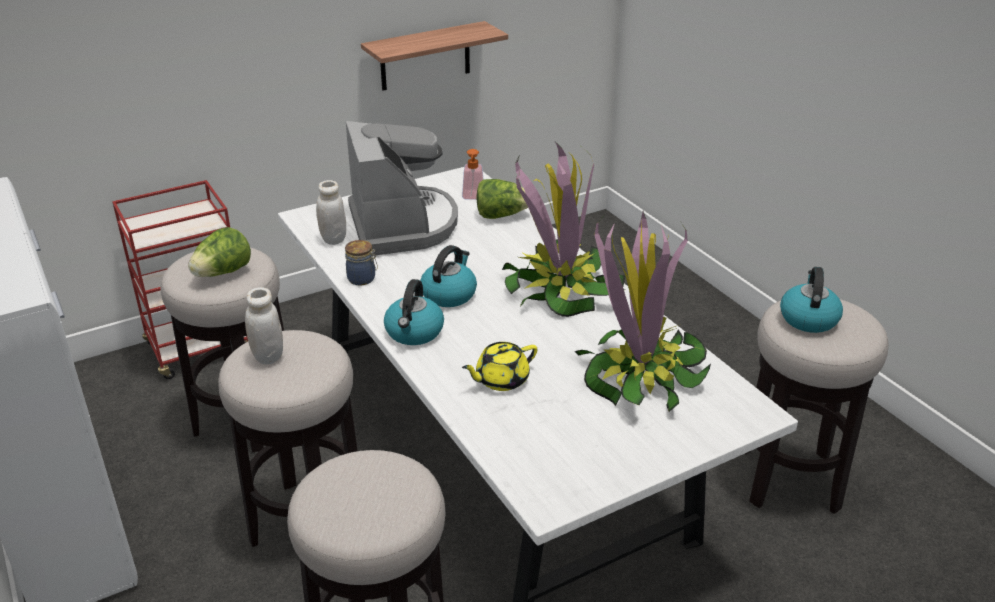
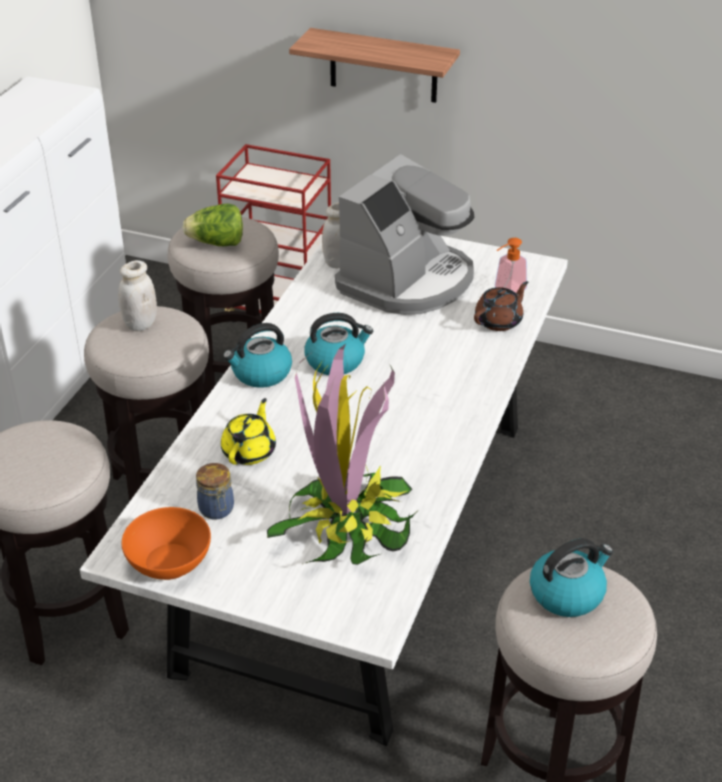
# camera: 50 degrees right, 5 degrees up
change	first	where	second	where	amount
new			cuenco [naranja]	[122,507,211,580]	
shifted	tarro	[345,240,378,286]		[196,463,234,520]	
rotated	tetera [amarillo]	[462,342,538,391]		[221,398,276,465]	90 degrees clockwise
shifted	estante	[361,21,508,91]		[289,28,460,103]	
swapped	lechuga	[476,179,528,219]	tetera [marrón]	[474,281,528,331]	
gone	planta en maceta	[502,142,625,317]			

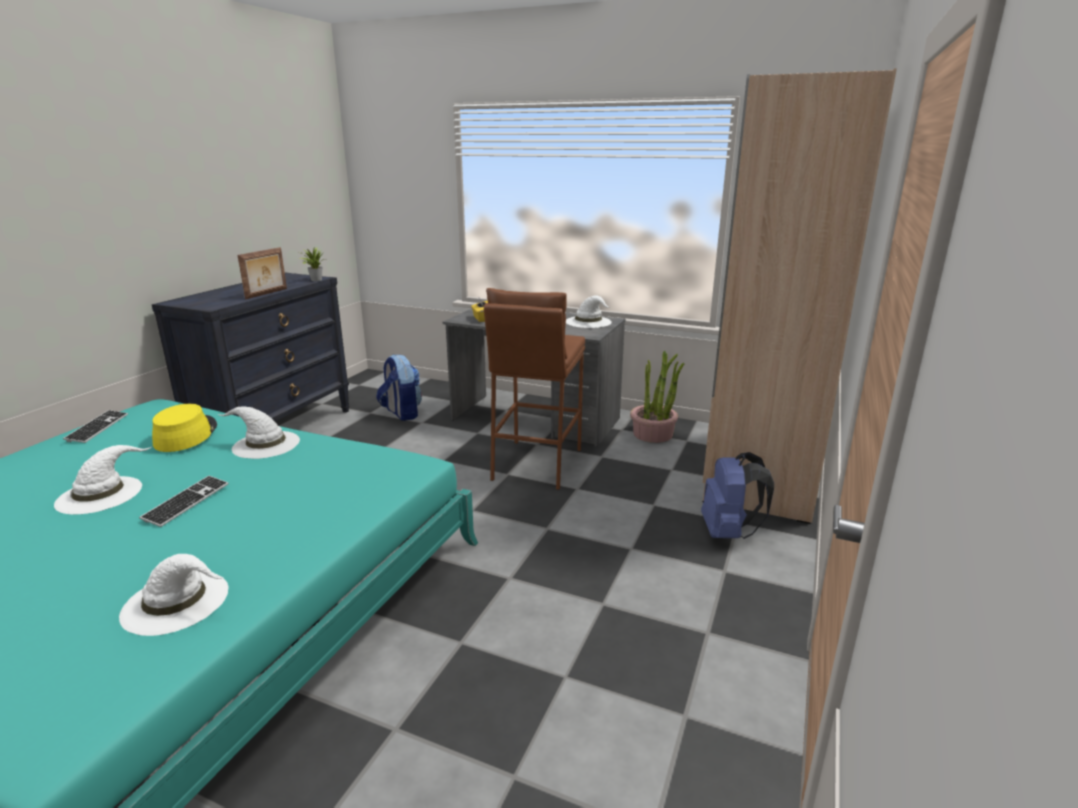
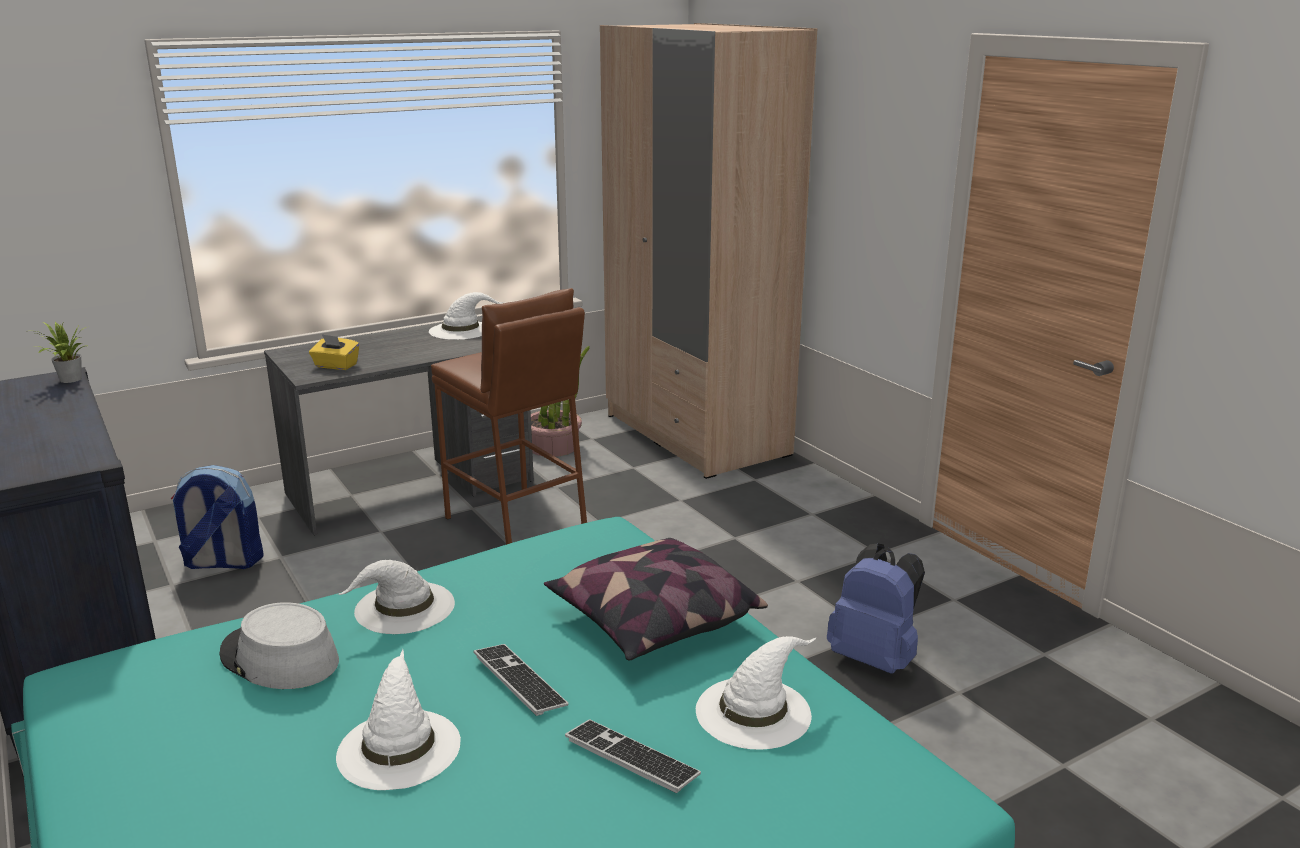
# camera: 55 degrees left, 0 degrees up
change	first	where	second	where	amount
repainted	sombrero [amarillo]	[152,404,217,452]	sombrero [gris]	[220,602,339,689]	
new			cojín	[544,538,768,660]	
shifted	teclado	[63,410,128,443]		[565,719,701,793]	
shifted	mochila [azul]	[701,452,774,539]		[827,544,925,674]	
gone	portarretratos	[237,247,287,299]			

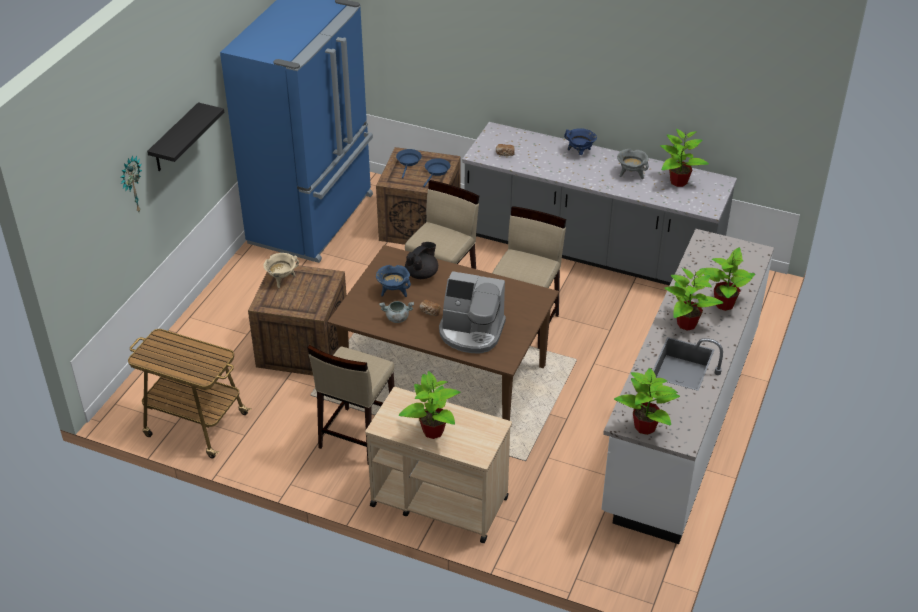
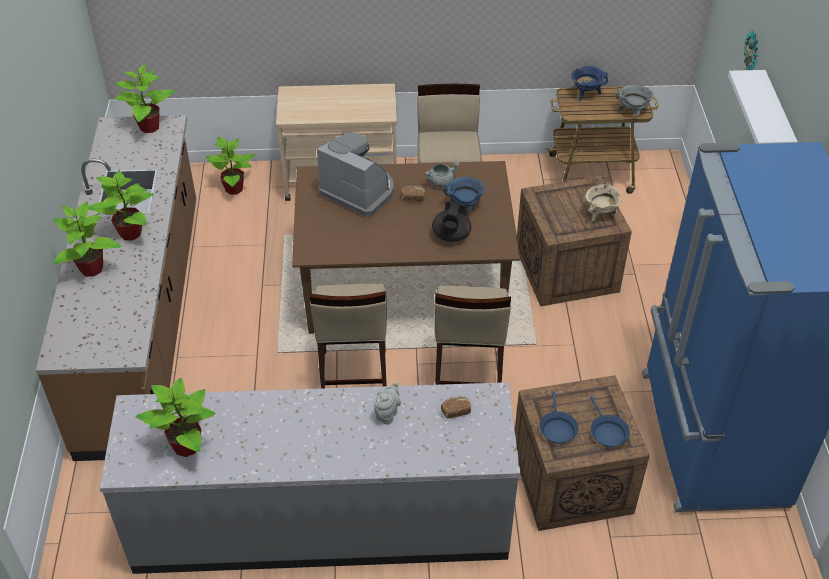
# camera: 155 degrees right, 5 degrees up
change	first	where	second	where	amount
repainted	mueble bajo de cocina [blanco]	[601,229,774,544]	mueble bajo de cocina [marrón]	[36,115,196,461]	
shifted	planta en maceta	[399,371,460,439]		[206,137,256,195]	
rotated	cafetera	[439,271,506,353]		[317,133,394,217]	45 degrees clockwise
new			tetera [gris]	[374,382,401,425]	
shifted	olla [azul]	[564,128,597,155]		[571,66,608,101]	
shifted	olla [gris]	[617,149,649,179]		[615,85,654,116]	
repainted	estante [negro]	[147,102,224,171]	estante [blanco]	[728,70,798,144]	

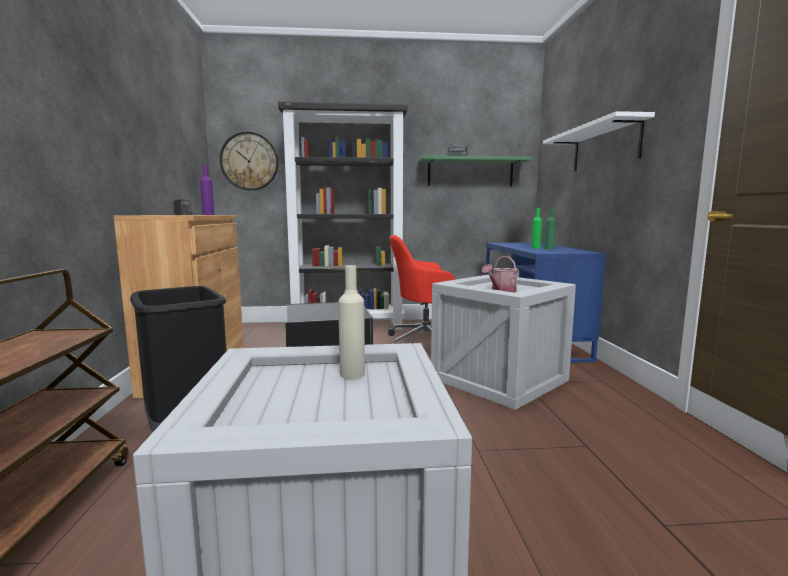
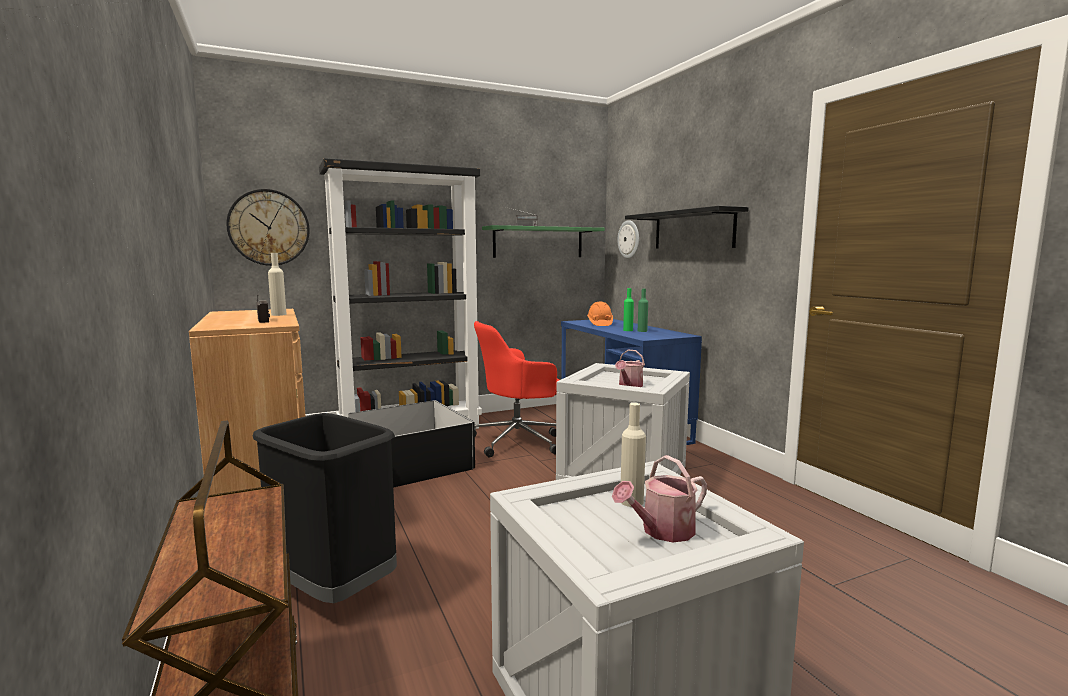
# camera: 20 degrees left, 0 degrees up
change	first	where	second	where	amount
repainted	botella [morado]	[200,165,214,215]	botella [beis]	[268,253,287,316]	
new			casco [naranja]	[587,302,613,326]	
new			regadera	[612,455,707,542]	
new			reloj de pared	[618,220,639,258]	
repainted	estante [blanco]	[543,111,655,171]	estante [negro]	[625,206,749,249]	

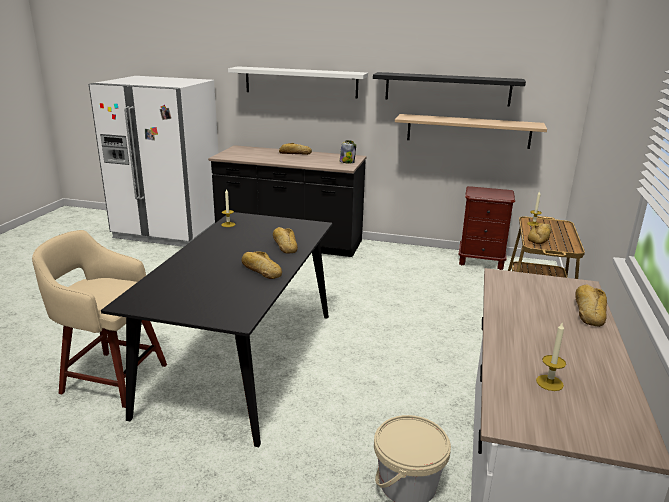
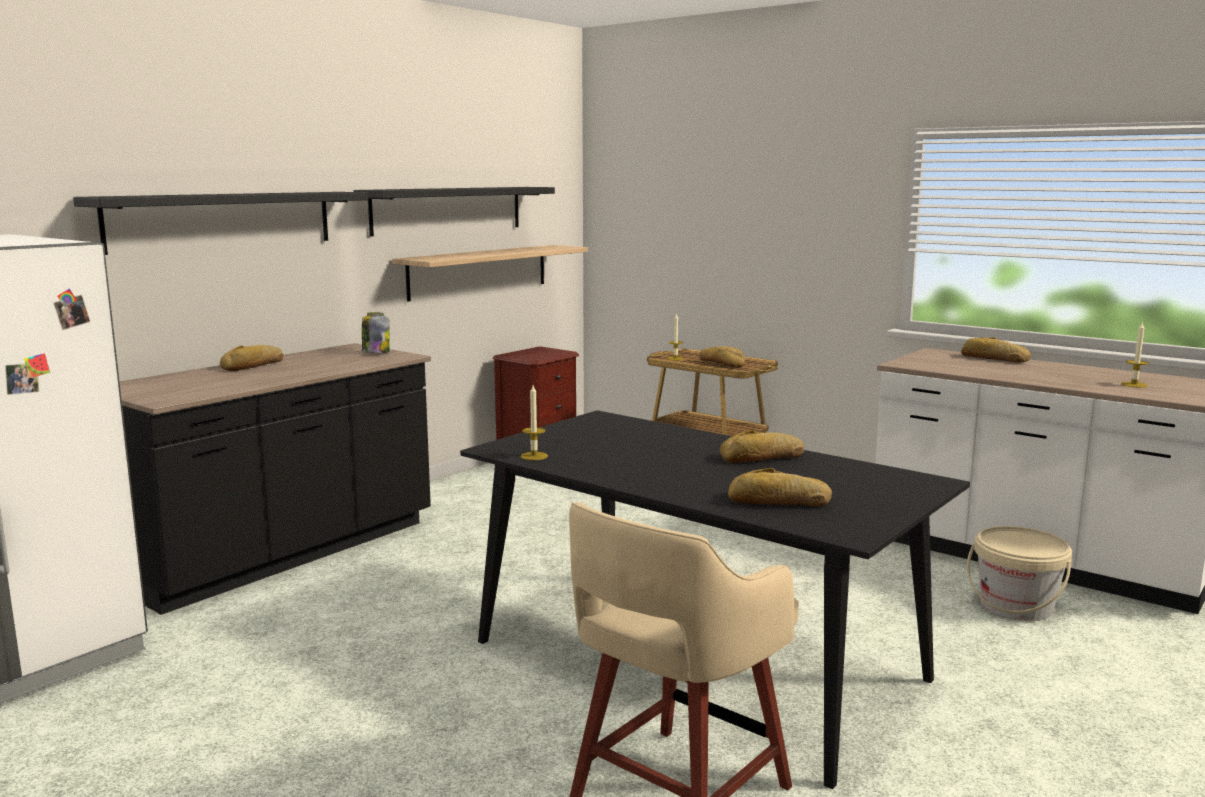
# camera: 65 degrees left, 10 degrees down
change	first	where	second	where	amount
repainted	estante [blanco]	[228,66,368,99]	estante [negro]	[73,192,368,255]	
shifted	pan	[273,227,298,254]		[728,468,832,506]	

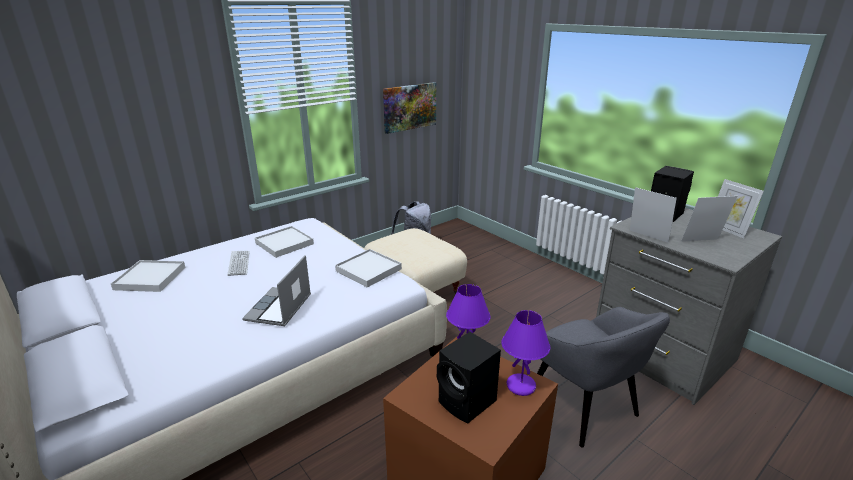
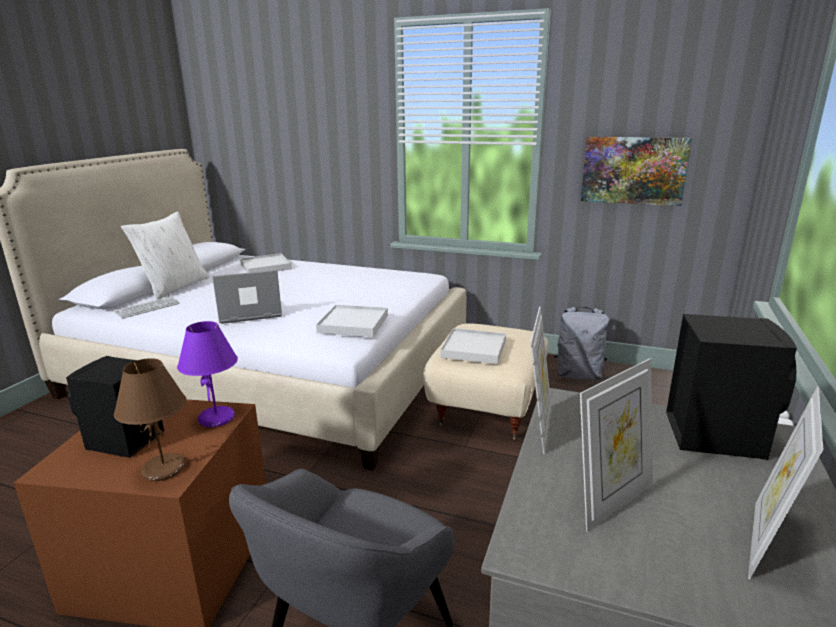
# camera: 60 degrees right, 5 degrees down
change	first	where	second	where	amount
shifted	teclado	[228,251,250,276]		[114,296,180,318]	
repainted	lámpara de mesa [morado]	[502,310,550,396]	lámpara de mesa [marrón]	[114,358,187,481]	
new			cojín [blanco]	[121,211,209,300]	
shifted	bandeja [blanco]	[255,226,314,258]		[440,328,506,364]	
rotated	portarretratos	[681,196,738,242]		[580,358,653,532]	90 degrees clockwise

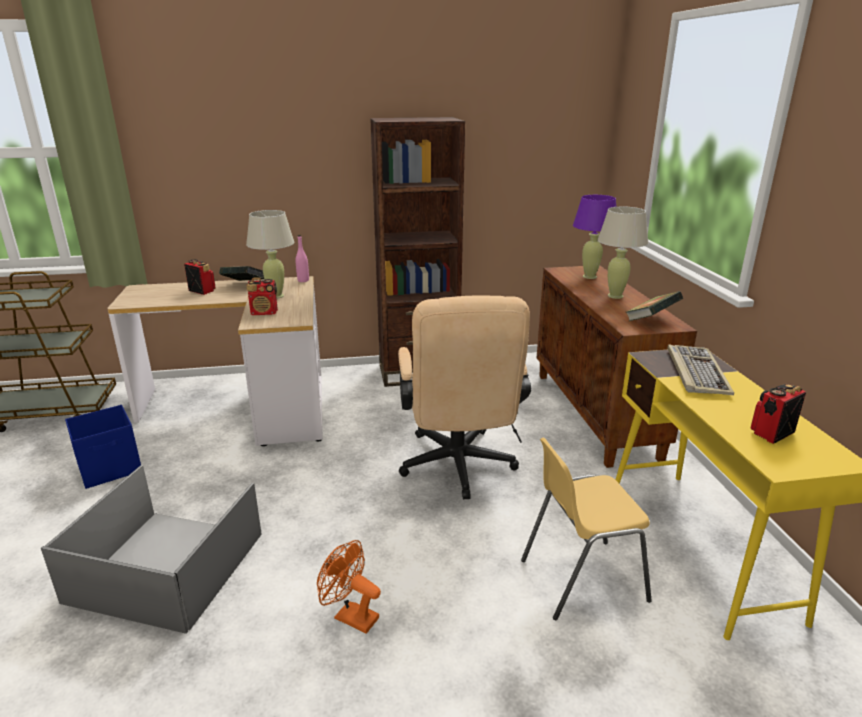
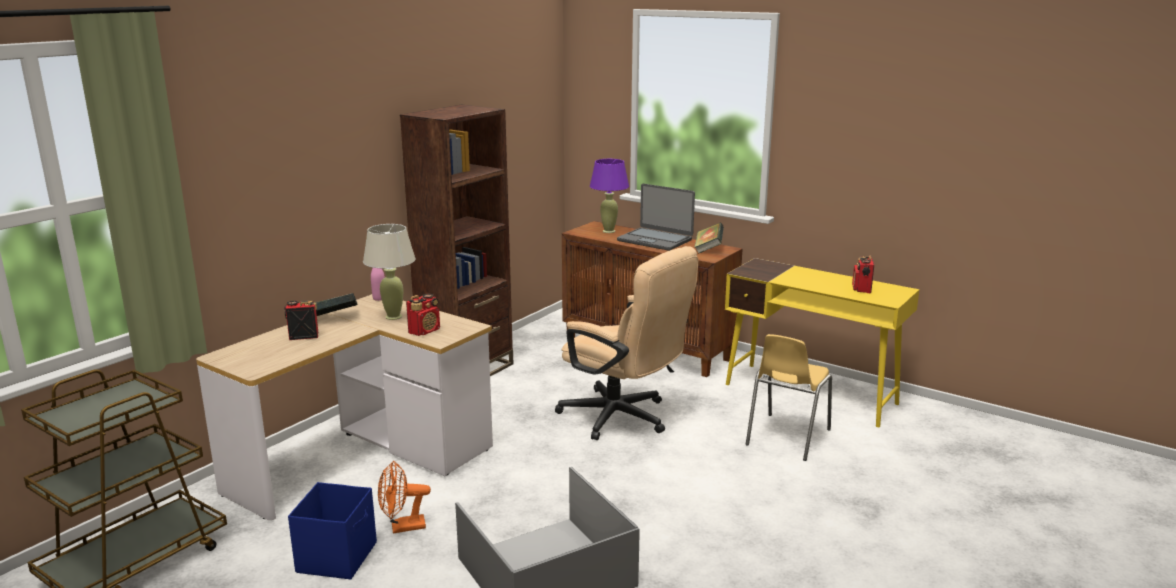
# camera: 45 degrees left, 5 degrees down
change	first	where	second	where	amount
shifted	ventilador [naranja]	[317,540,381,634]		[378,461,431,534]	
swapped	lámpara de mesa [beis]	[598,206,648,299]	portátil	[617,184,695,251]	
gone	teclado	[667,344,734,395]			

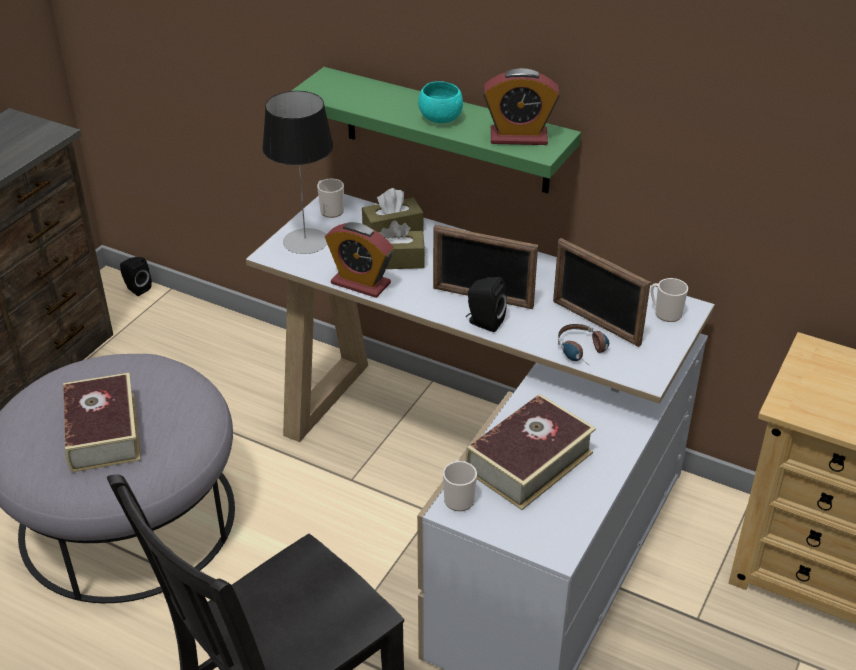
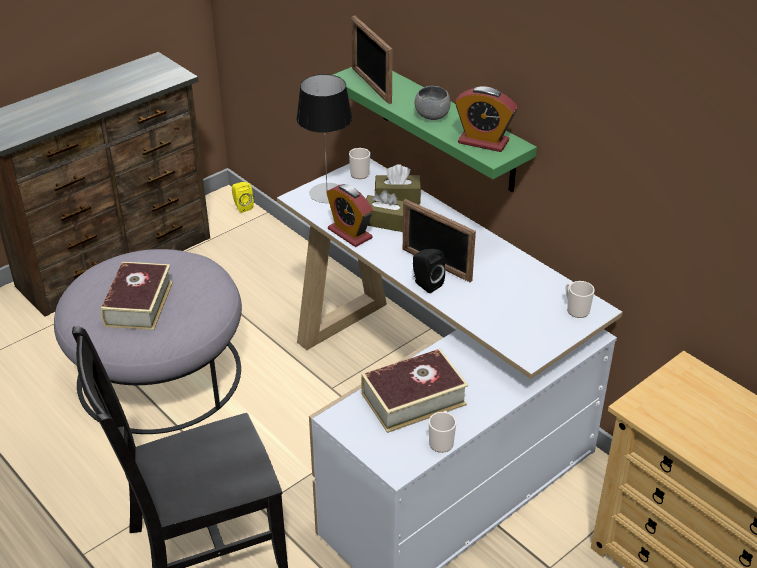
# camera: 20 degrees right, 0 degrees up
change	first	where	second	where	amount
repainted	altavoz [negro]	[120,257,152,296]	altavoz [amarillo]	[232,182,254,213]	
shifted	portarretratos	[553,238,651,347]		[351,15,393,104]	
repainted	cuenco [turquesa]	[418,81,463,123]	cuenco [gris]	[415,86,450,120]	
shifted	taza grande	[443,459,477,511]		[429,411,456,453]	
gone	auriculares	[558,324,609,361]			

